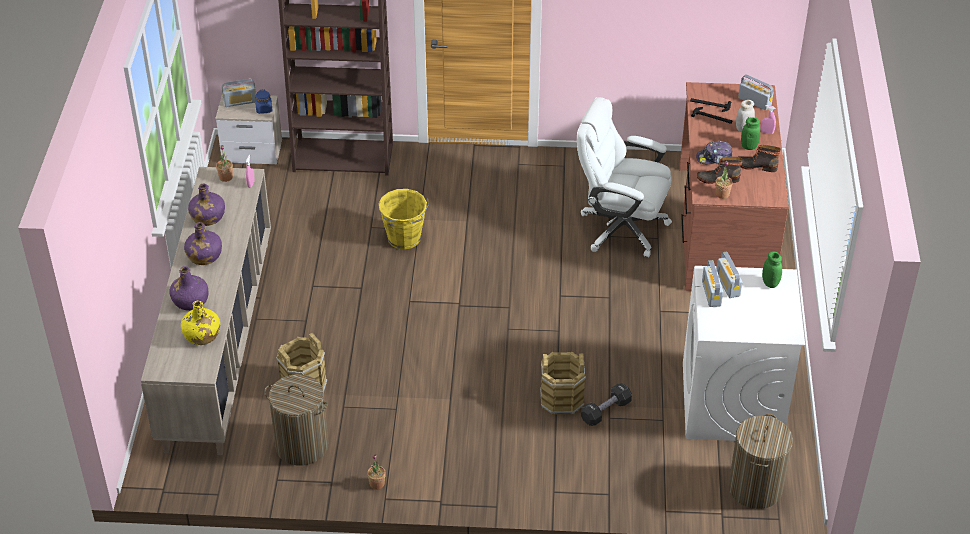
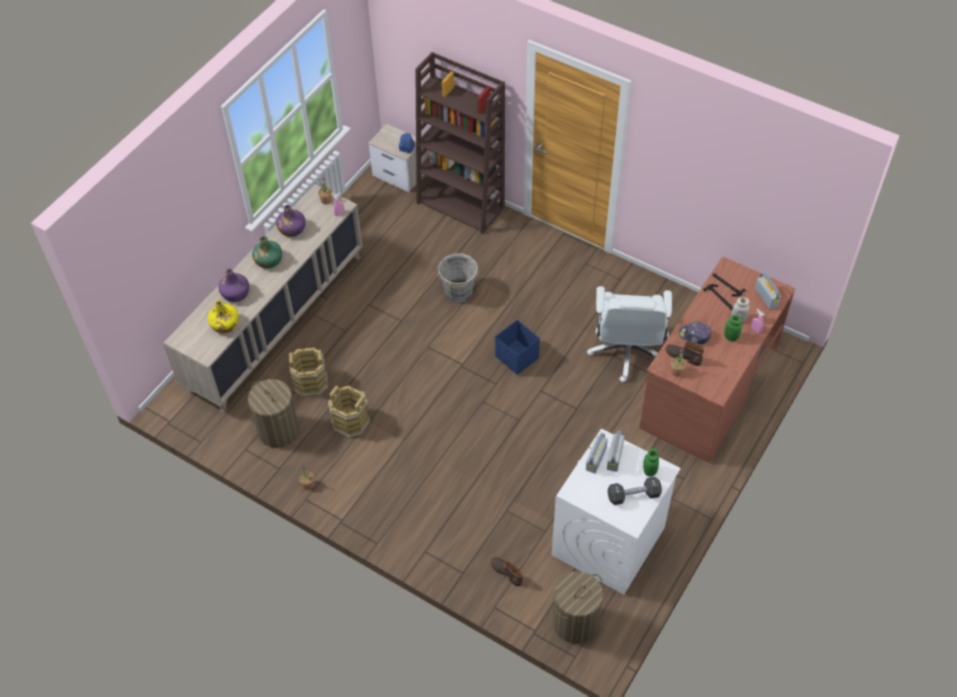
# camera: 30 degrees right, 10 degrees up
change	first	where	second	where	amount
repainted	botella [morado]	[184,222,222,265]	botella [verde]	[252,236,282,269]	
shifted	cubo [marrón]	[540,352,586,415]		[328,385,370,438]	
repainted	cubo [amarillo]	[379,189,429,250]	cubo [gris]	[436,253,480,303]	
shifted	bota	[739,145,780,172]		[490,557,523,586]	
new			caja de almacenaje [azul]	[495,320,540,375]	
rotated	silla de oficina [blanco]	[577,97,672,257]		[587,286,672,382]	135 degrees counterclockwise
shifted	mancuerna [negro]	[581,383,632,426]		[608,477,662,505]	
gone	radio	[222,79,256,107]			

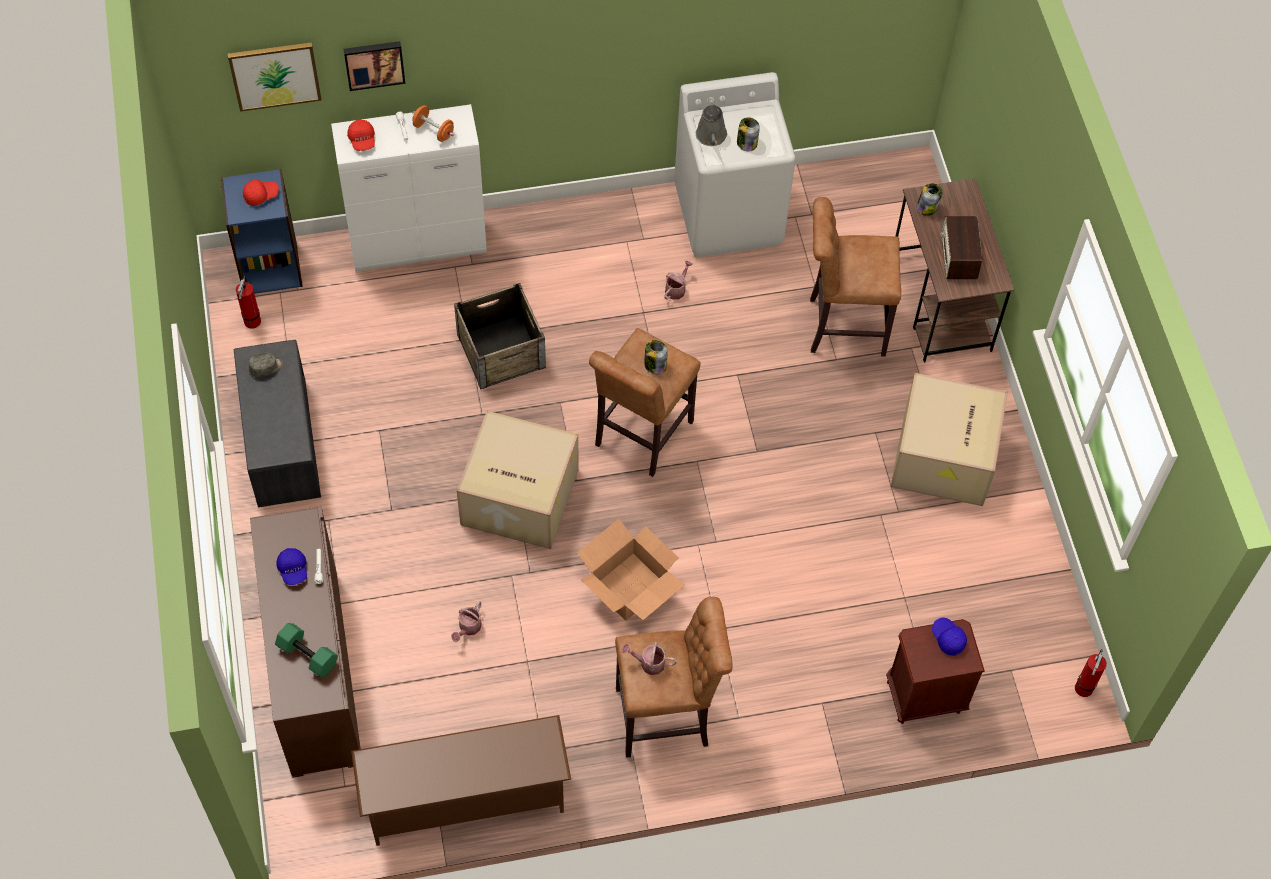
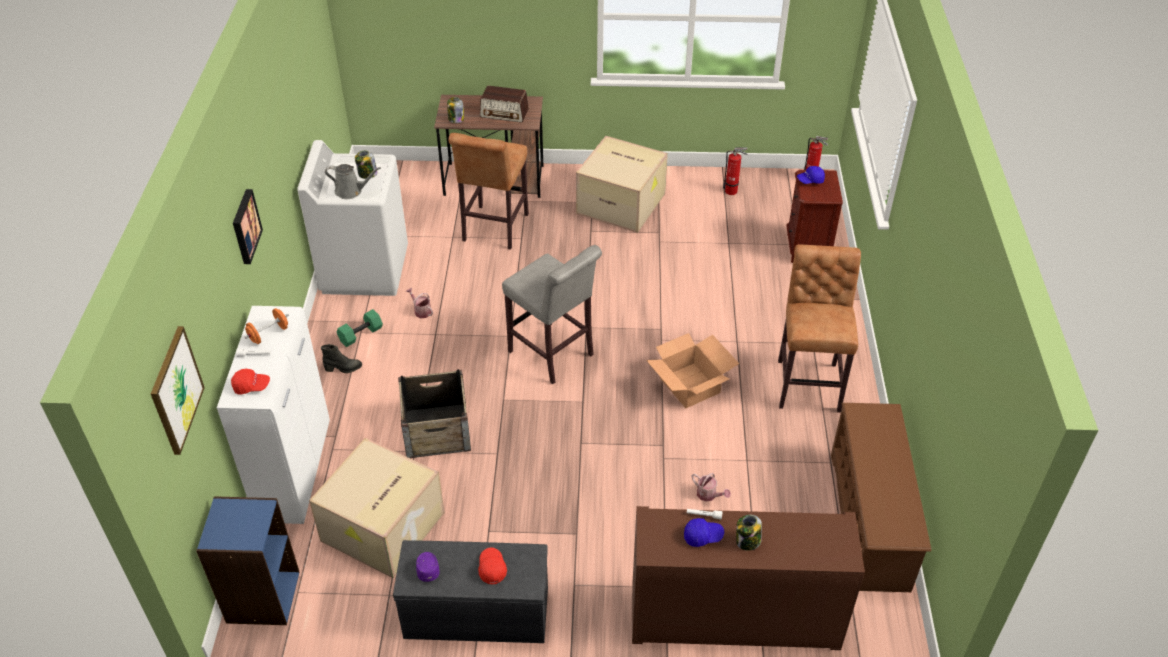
# camera: 75 degrees left, 15 degrees down
change	first	where	second	where	amount
shifted	cuadro	[344,41,405,91]		[233,189,263,264]	
shifted	caja de cartón	[457,411,579,549]		[309,438,445,578]	
new			bota [negro]	[321,344,362,373]	
shifted	mancuerna [verde]	[275,623,338,677]		[337,309,383,347]	
repainted	gorra [gris]	[249,353,283,378]	gorra [morado]	[416,552,440,582]	
shifted	gorra [rojo]	[243,180,279,206]		[478,548,507,584]	
repainted	taburete [marrón]	[589,328,701,477]	taburete [gris]	[502,245,602,384]	
shifted	extintor	[236,276,261,329]		[723,147,748,195]	
shifted	tarro	[644,340,668,374]		[736,515,762,551]	
gone	regadera	[621,642,677,675]			

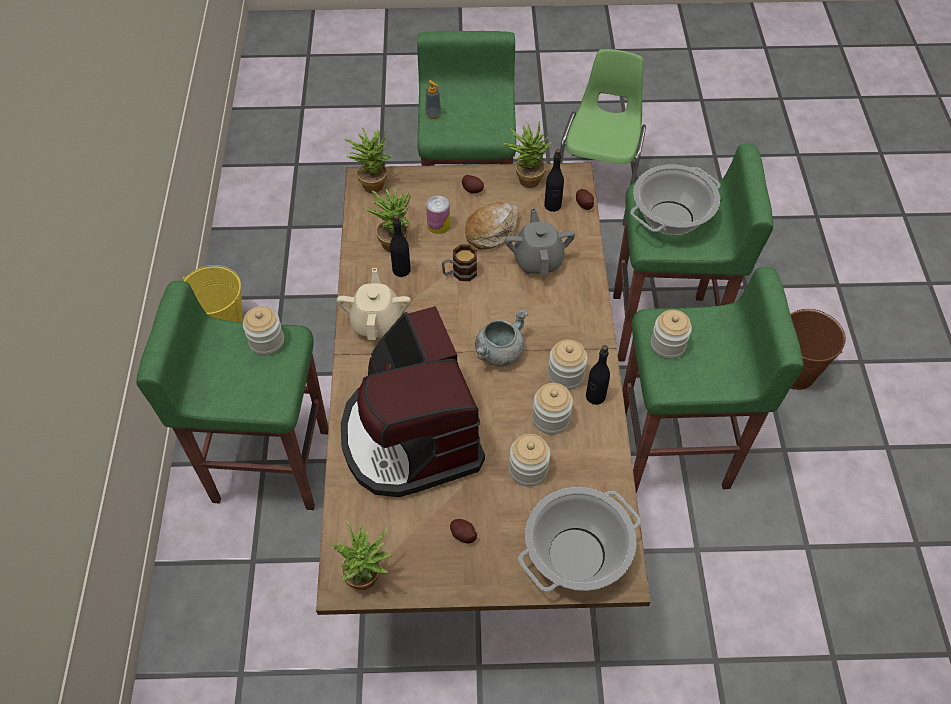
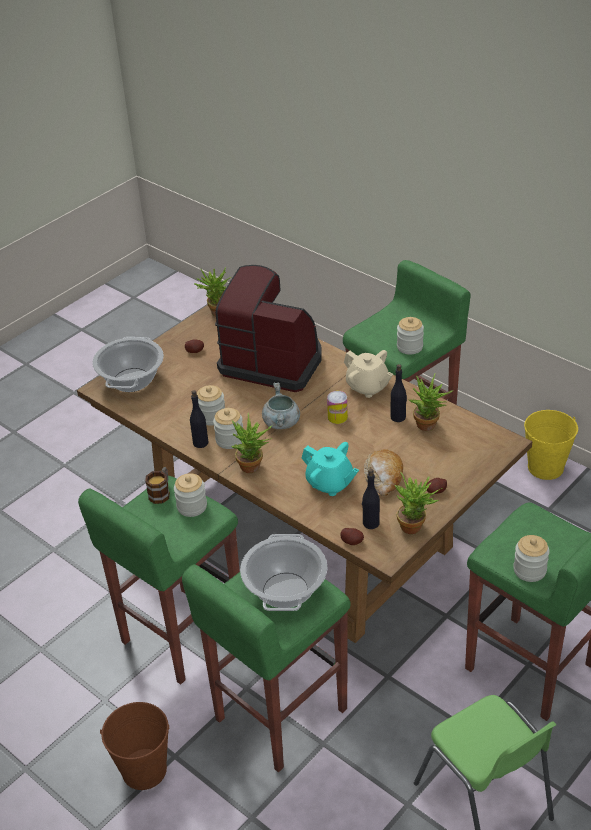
# camera: 135 degrees right, 15 degrees down
change	first	where	second	where	amount
shifted	taza grande	[442,245,477,281]		[145,467,170,504]	
shifted	planta en maceta	[345,127,392,193]		[231,413,272,473]	
repainted	tetera [gris]	[505,208,575,275]	tetera [turquesa]	[302,442,359,496]	
shifted	lata	[426,196,450,234]		[327,391,348,424]	
shifted	tarro	[509,434,550,487]		[513,535,550,582]	
gone	dispensador de jabón	[426,80,441,119]			

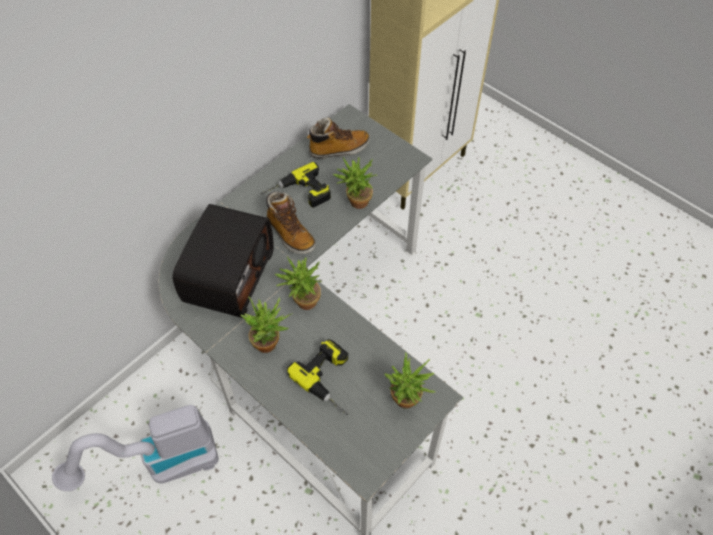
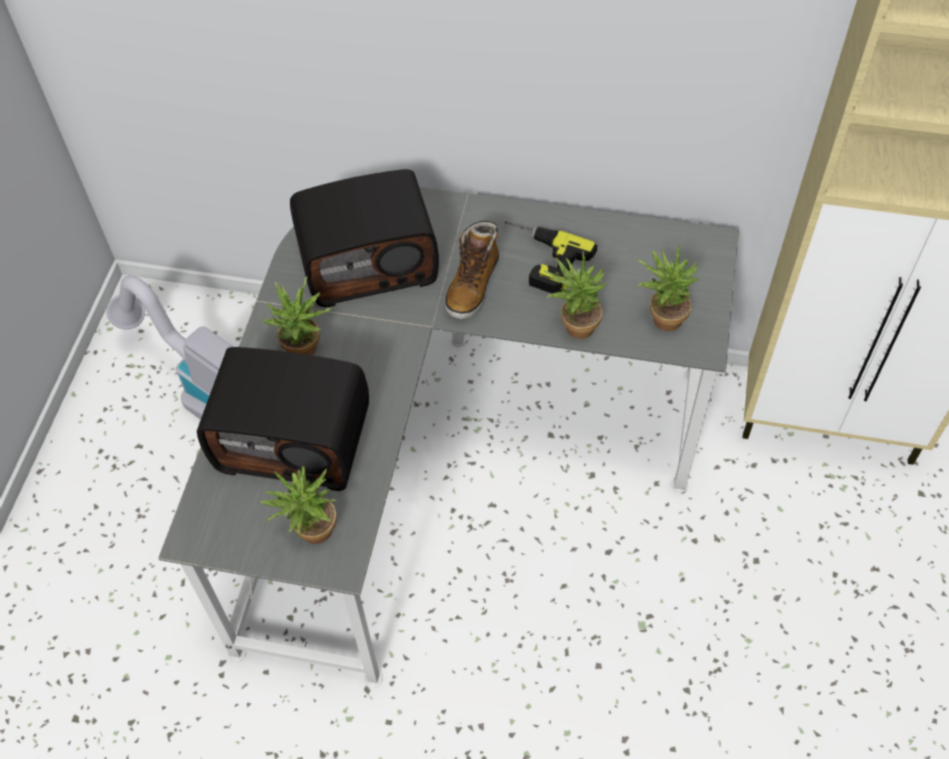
# camera: 60 degrees right, 0 degrees up
change	first	where	second	where	amount
swapped	taladro	[287,339,348,415]	radio	[197,347,369,491]	
shifted	planta en maceta	[275,257,322,310]		[637,243,701,332]	
gone	bota	[307,118,370,159]			

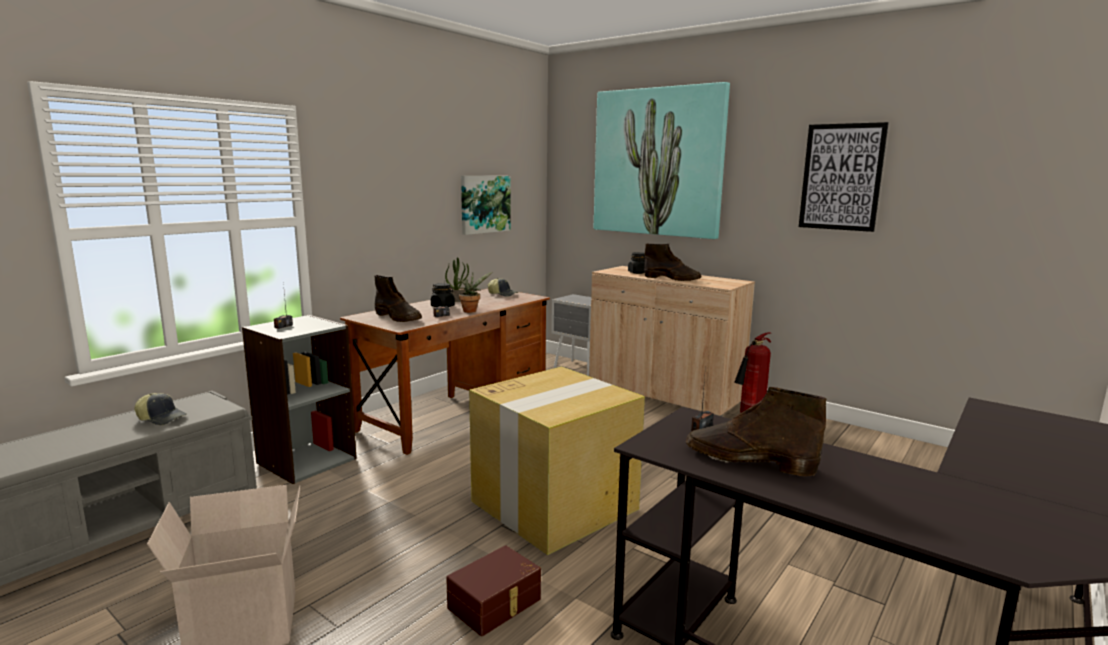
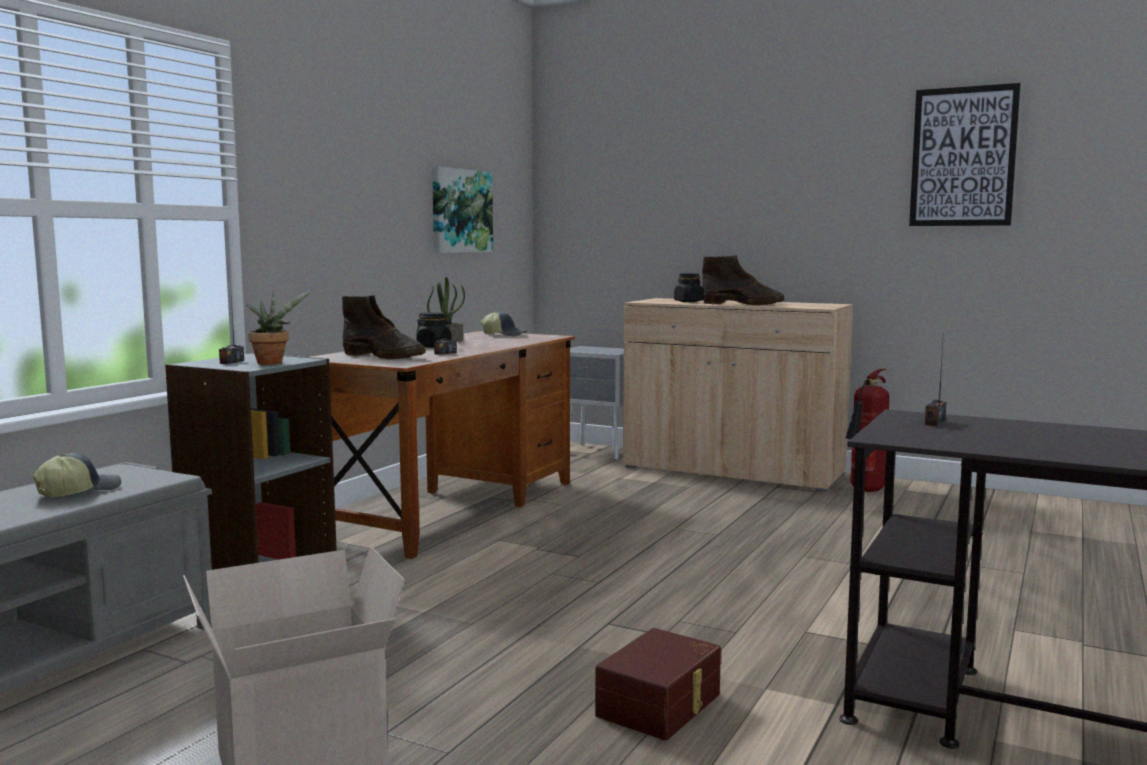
# camera: 10 degrees left, 5 degrees down
change	first	where	second	where	amount
rotated	gorra	[134,393,187,425]		[33,453,121,497]	60 degrees counterclockwise
shifted	planta en maceta	[458,272,492,313]		[246,291,310,365]	
gone	caja de cartón	[469,367,645,555]			
gone	cuadro	[594,82,730,239]			
gone	bota [marrón]	[686,387,826,476]			

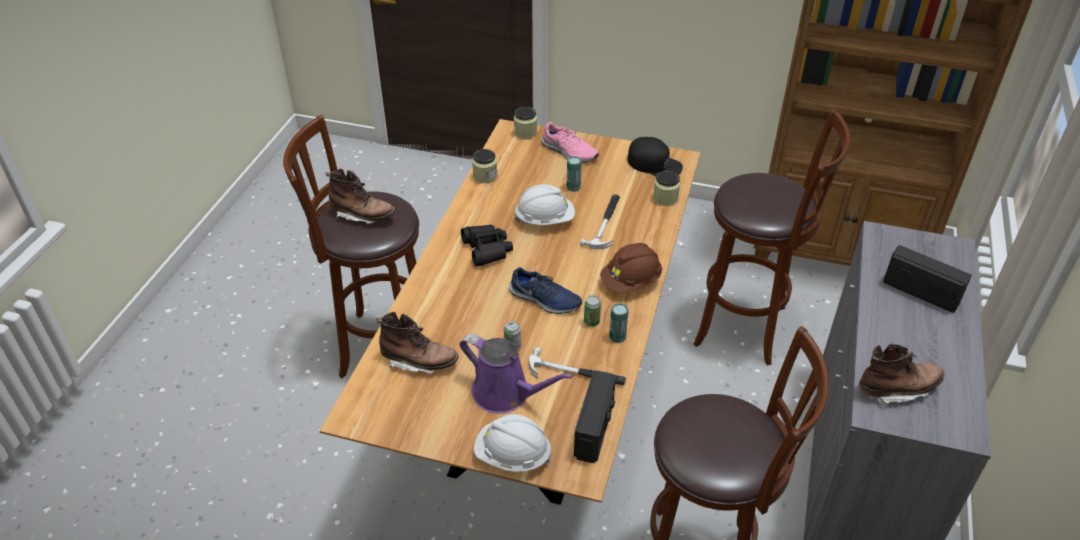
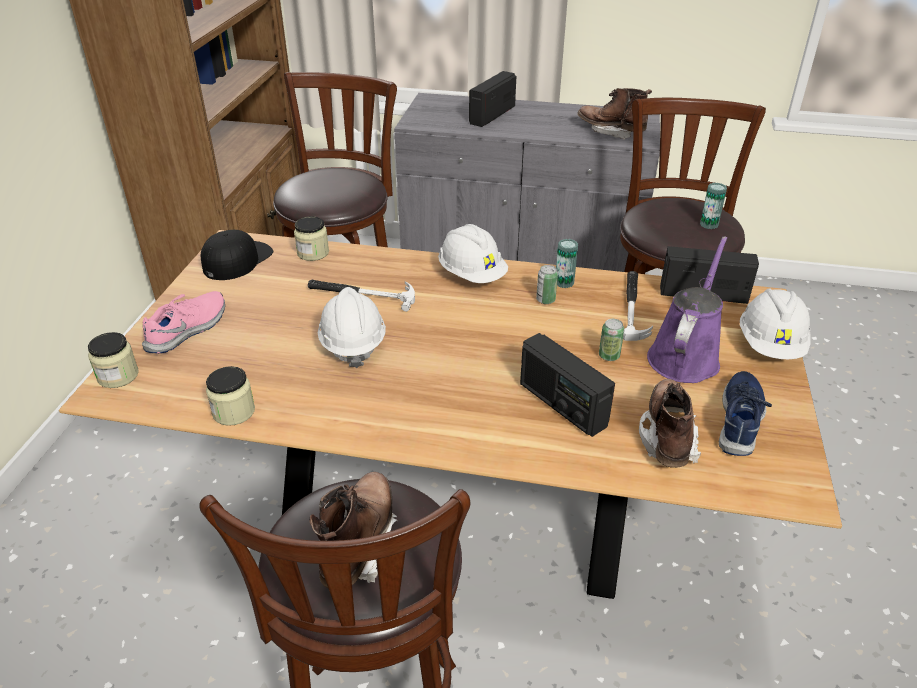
# camera: 95 degrees left, 5 degrees down
change	first	where	second	where	amount
repainted	casco [marrón]	[600,243,662,293]	casco [blanco]	[438,224,508,283]	
new			radio	[520,333,615,437]	
rotated	bota [marrón]	[859,343,945,407]		[577,88,652,140]	45 degrees counterclockwise
shifted	lata	[567,156,582,192]		[700,183,727,229]	
shifted	zapato [azul]	[509,267,582,314]		[719,371,772,456]	
gone	prismáticos [negro]	[461,225,513,266]			

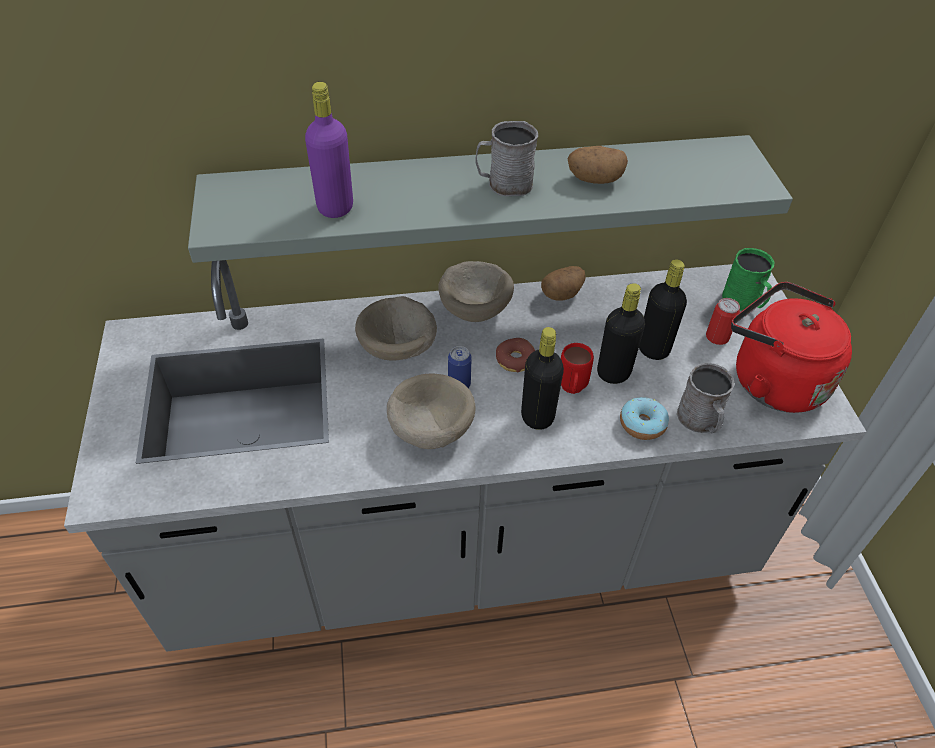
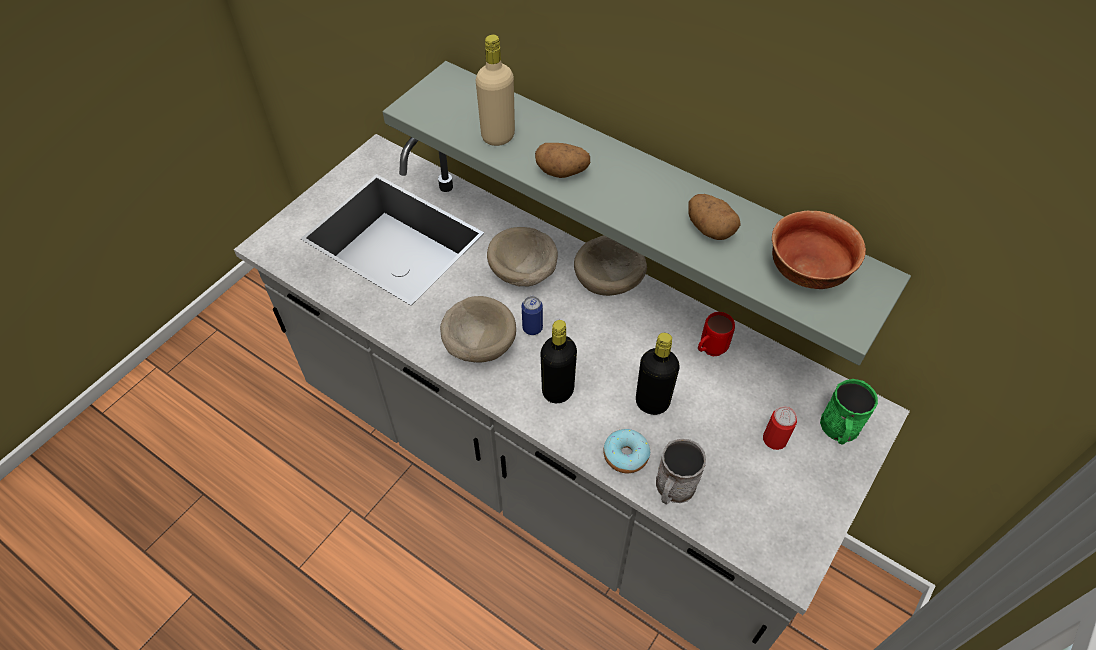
# camera: 45 degrees right, 5 degrees up
change	first	where	second	where	amount
repainted	botella [morado]	[305,82,353,218]	botella [beis]	[476,35,515,146]	
shifted	patata	[541,266,586,301]		[535,143,590,178]	
shifted	taza grande [rojo]	[561,343,594,394]		[698,312,735,356]	
new			cuenco	[772,211,866,289]	
gone	taza grande [gris]	[475,121,538,196]			
gone	rosquilla	[496,338,535,372]			
gone	botella [negro]	[639,259,687,360]			
gone	hervidor [rojo]	[731,282,852,413]			

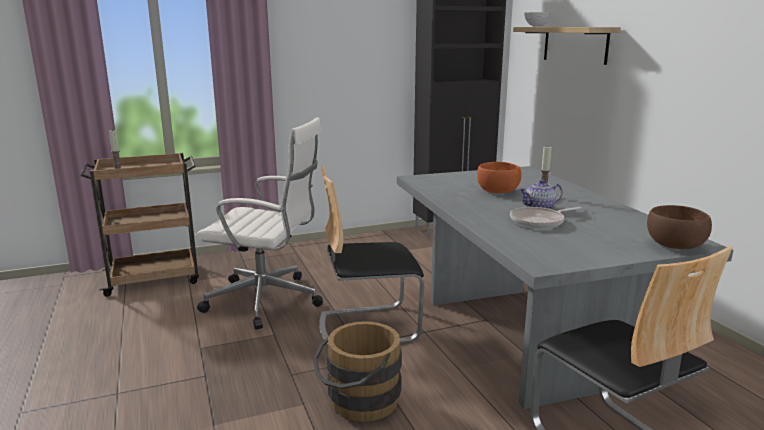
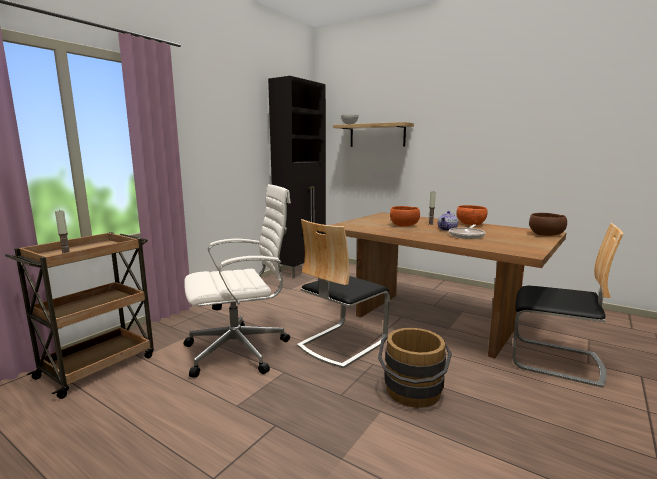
# camera: 35 degrees left, 5 degrees down
change	first	where	second	where	amount
repainted	mesa de comedor [gris]	[397,166,733,409]	mesa de comedor [marrón]	[323,212,566,359]	
new			cuenco [naranja]	[456,205,488,225]	

